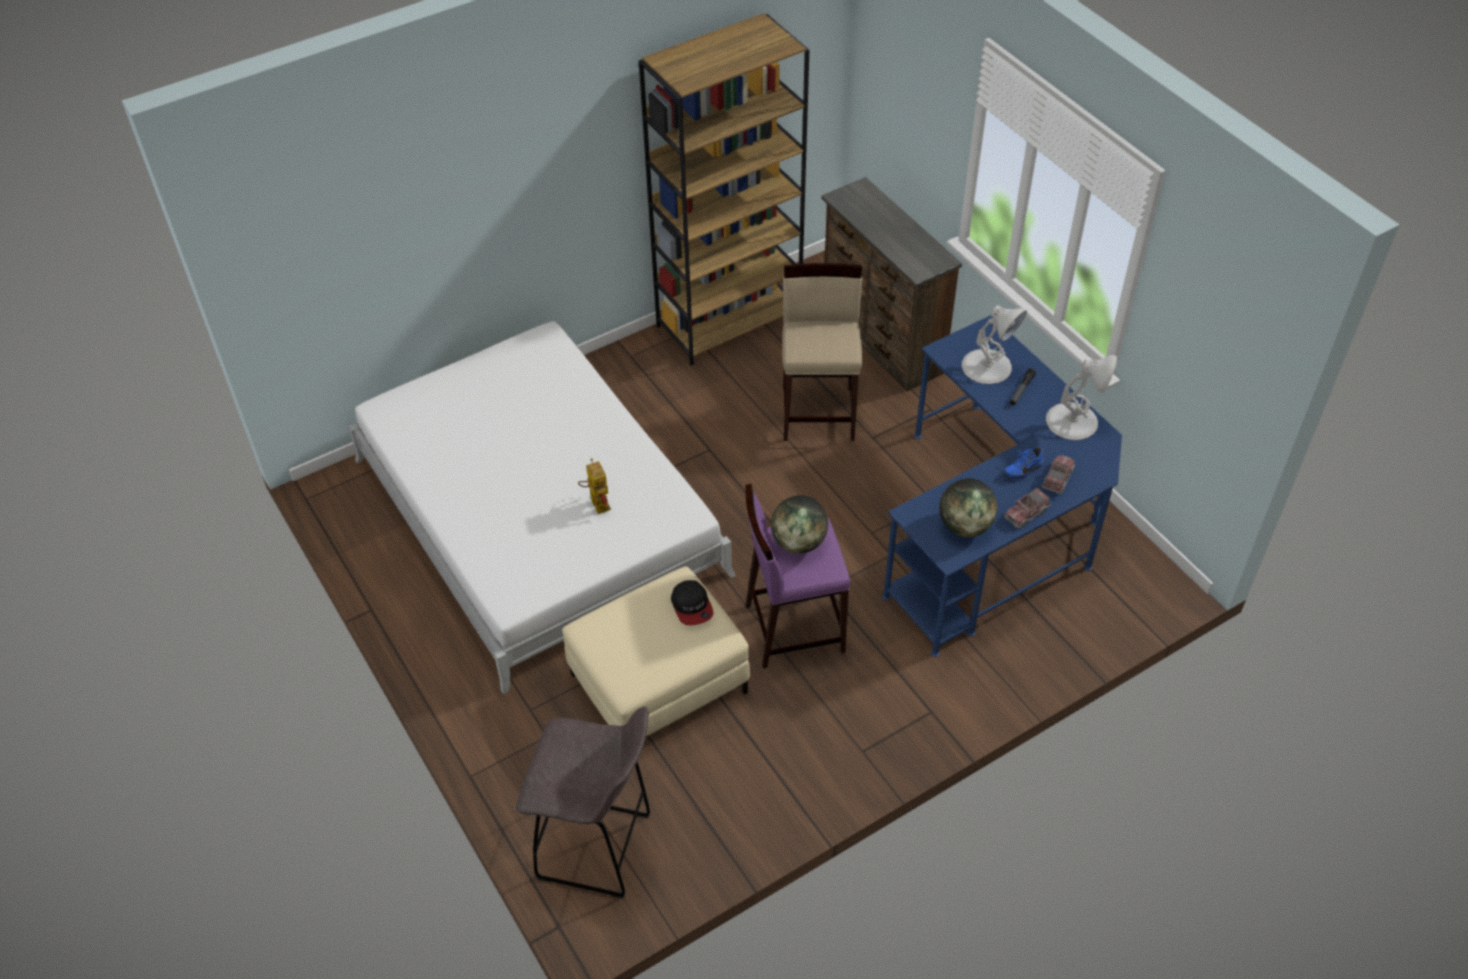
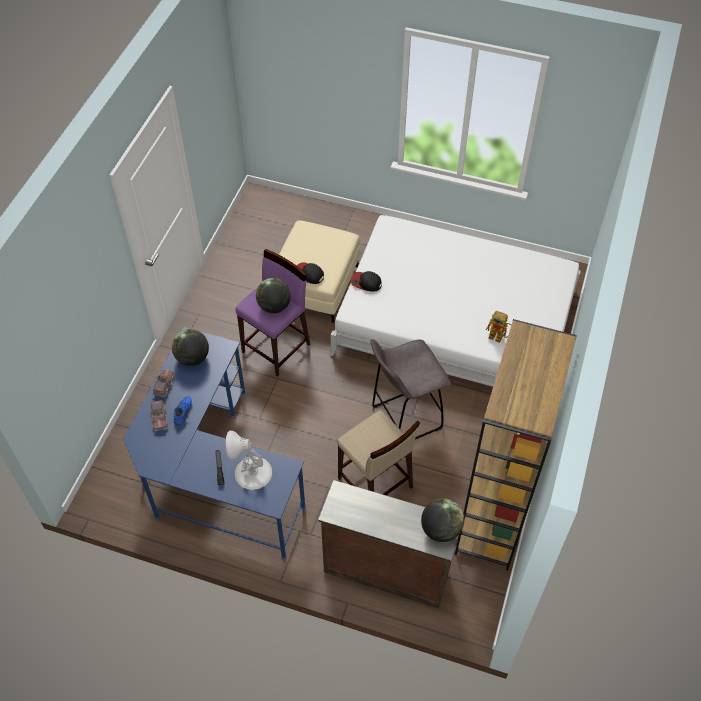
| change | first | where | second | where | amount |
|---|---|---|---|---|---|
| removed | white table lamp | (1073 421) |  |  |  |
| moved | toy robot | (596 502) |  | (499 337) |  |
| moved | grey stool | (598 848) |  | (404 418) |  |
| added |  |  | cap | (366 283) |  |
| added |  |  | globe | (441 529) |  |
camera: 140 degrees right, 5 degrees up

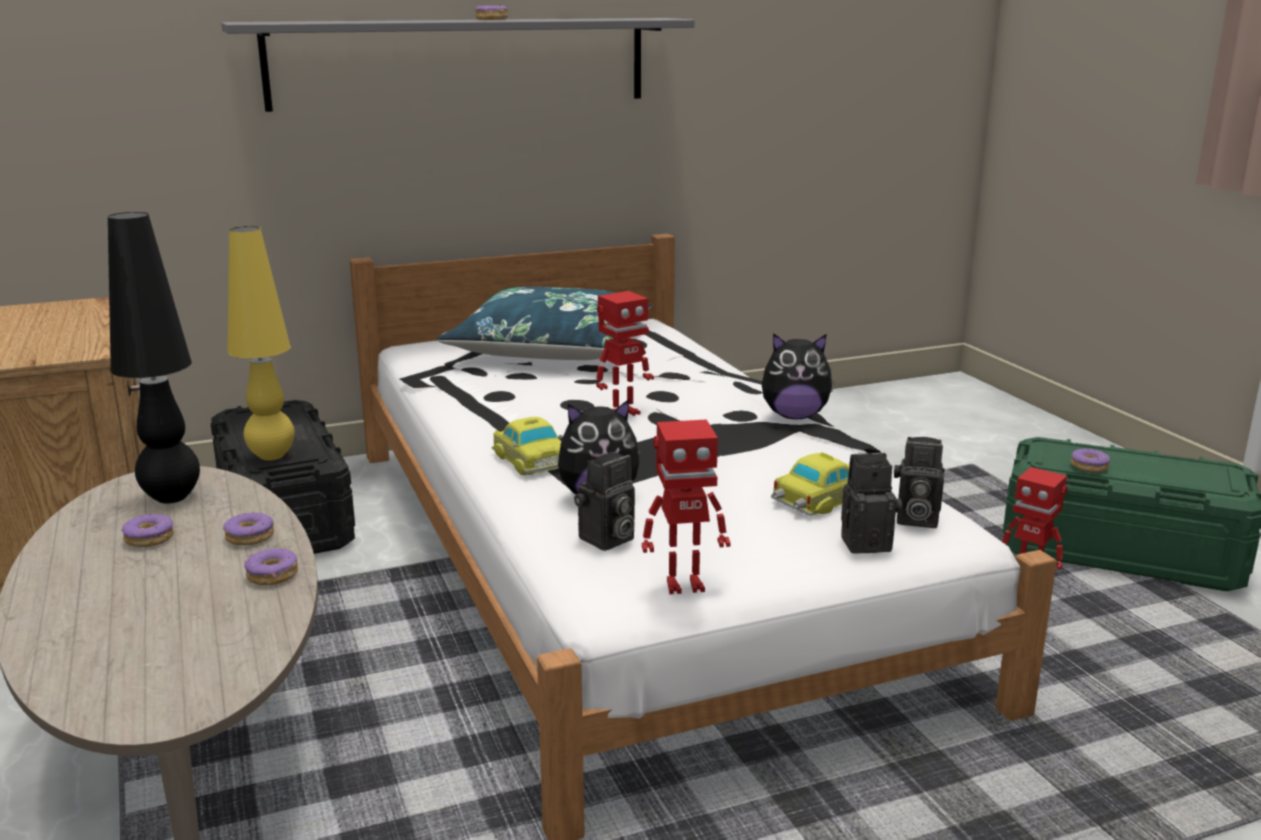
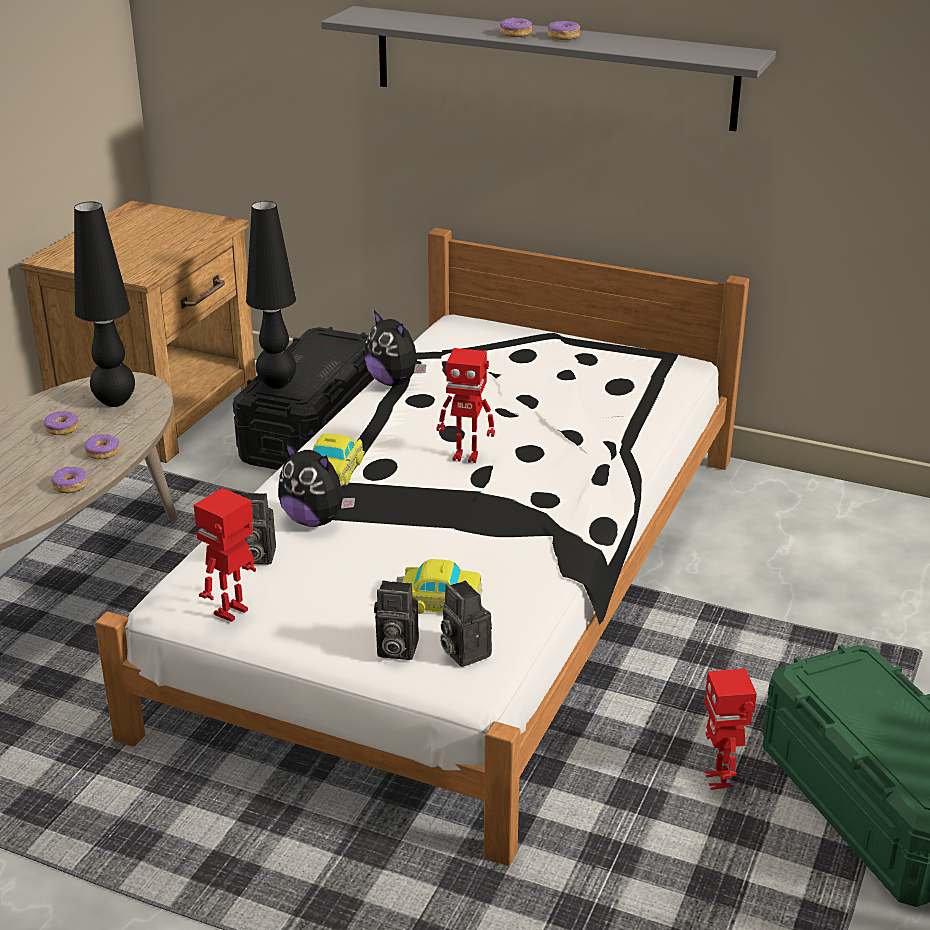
| change | first | where | second | where | amount |
|---|---|---|---|---|---|
| recoloured | yellow table lamp | (271 456) | black table lamp | (277 384) |  |
| removed | blue pillow | (550 348) |  |  |  |
| moved | plush toy | (794 416) |  | (394 382) |  |
| turned | toy robot | (684 585) |  | (233 612) | 90 degrees clockwise |
| moved | donut | (1089 467) |  | (516 34) |  |
| turned | photo camera | (867 542) |  | (394 649) | 150 degrees clockwise |
camera: 45 degrees right, 10 degrees up

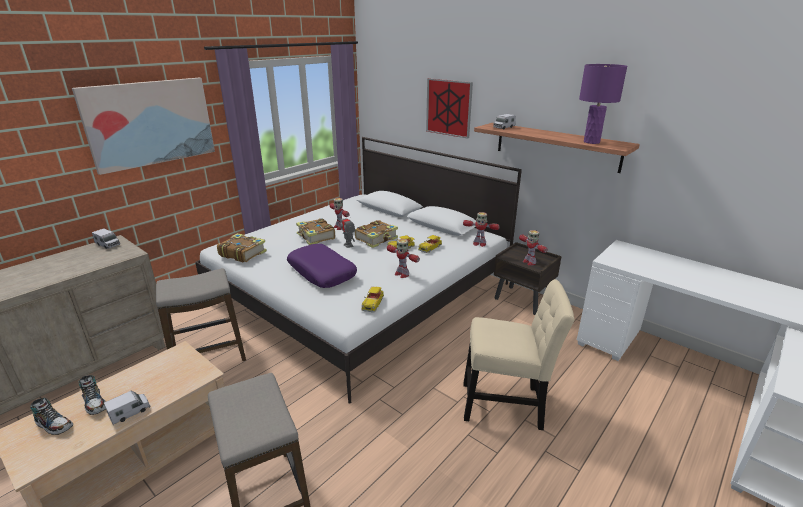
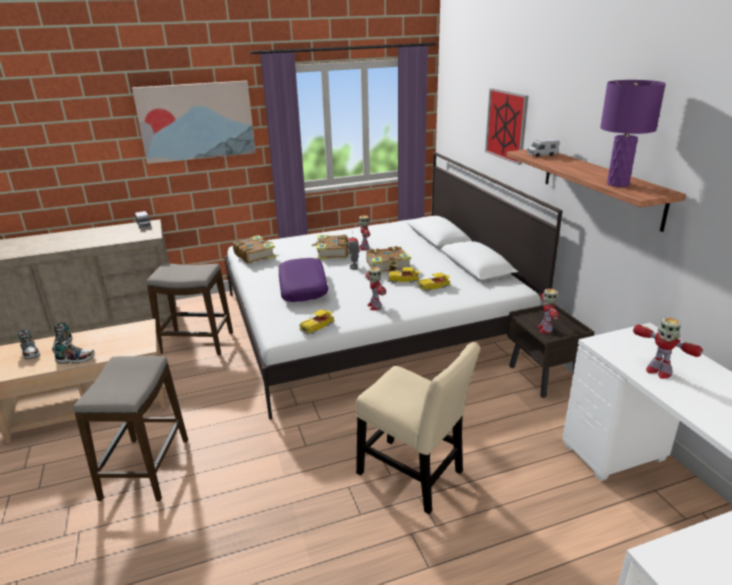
| change | first | where | second | where | amount |
|---|---|---|---|---|---|
| moved | toy robot | (479 243) |  | (658 371) |  |
| replaced | toy truck | (130 412) | shoe | (76 359) |  |
camera: 30 degrees right, 0 degrees up

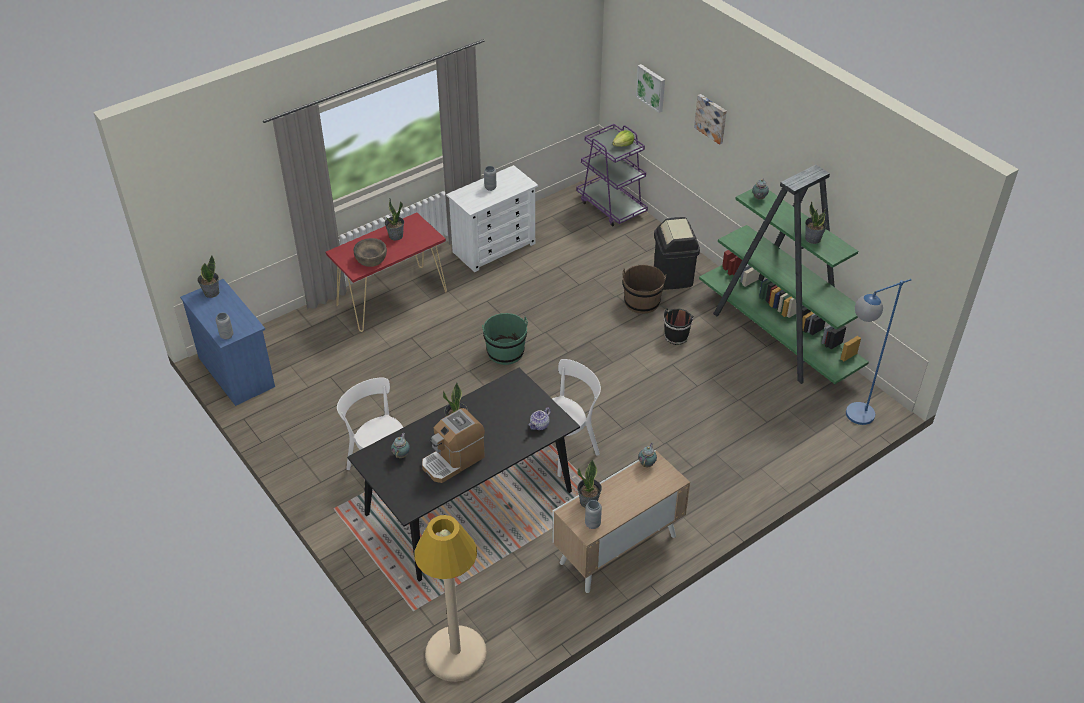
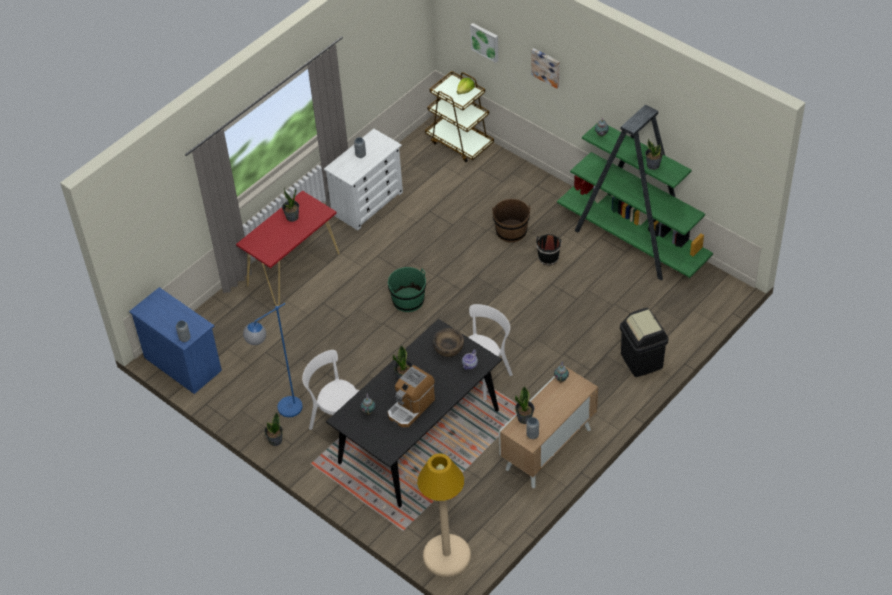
| change | first | where | second | where | amount |
|---|---|---|---|---|---|
| recoloured | purple cart | (611 206) | brown cart | (460 142) |  |
| moved | black trash can | (673 277) |  | (642 360) |  |
| moved | brown bowl | (371 259) |  | (448 348) |  |
| moved | potted plant | (211 292) |  | (275 440) |  |
| moved | blue floor lamp | (851 417) |  | (282 412) |  |
camera: 10 degrees left, 5 degrees up

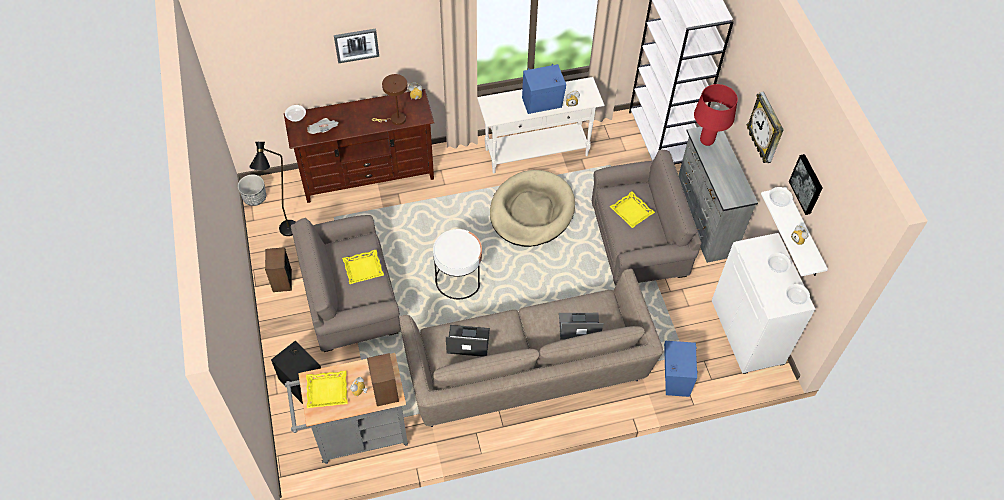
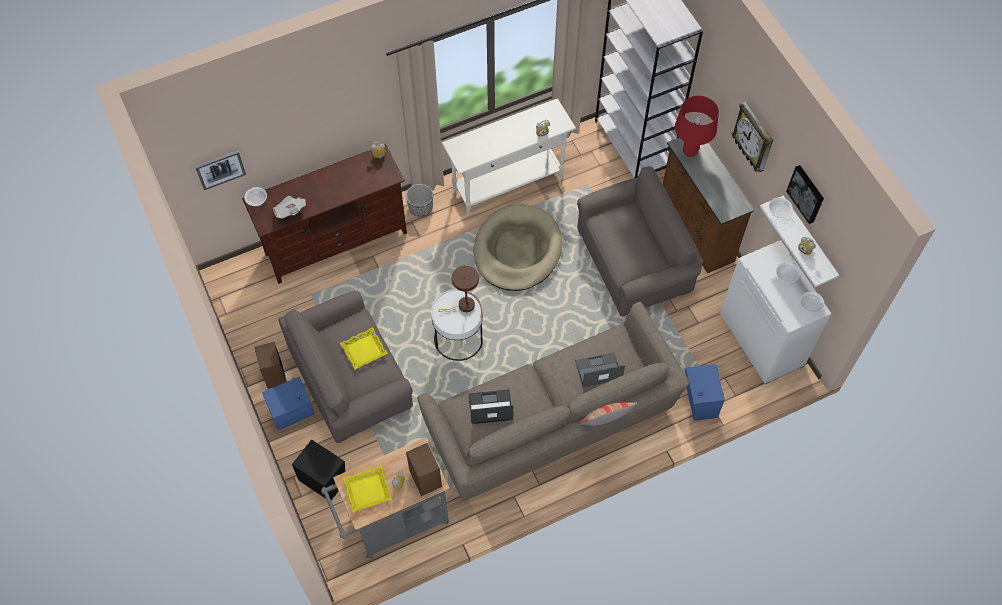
| change | first | where | second | where | amount |
|---|---|---|---|---|---|
| moved | picture | (356 45) |  | (220 169) |  |
| moved | blue speaker | (543 104) |  | (293 414) |  |
| moved | brown table lamp | (395 120) |  | (463 306) |  |
| recoloured | grey dresser | (703 222) | brown dresser | (695 230) |  |
| removed | black floor lamp | (287 234) |  |  |  |
| moved | planter | (254 198) |  | (420 208) |  |
| removed | yellow tray | (631 211) |  |  |  |
| added |  |  | pillow | (605 422) |  |
camera: 10 degrees left, 5 degrees up

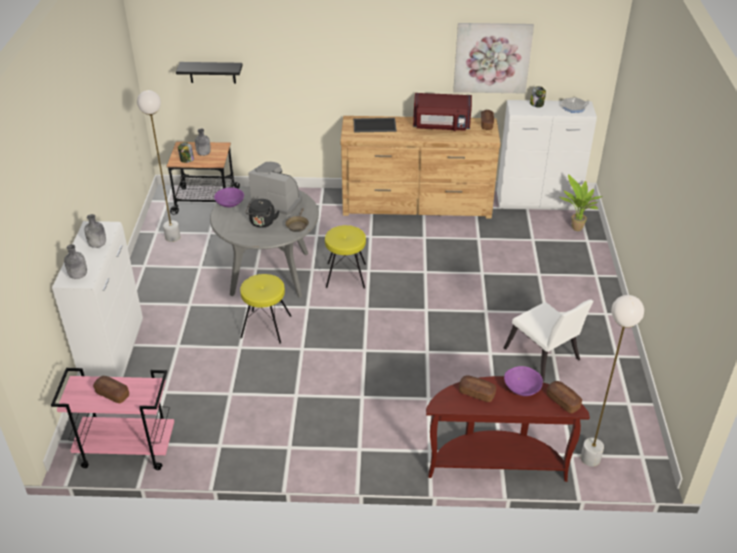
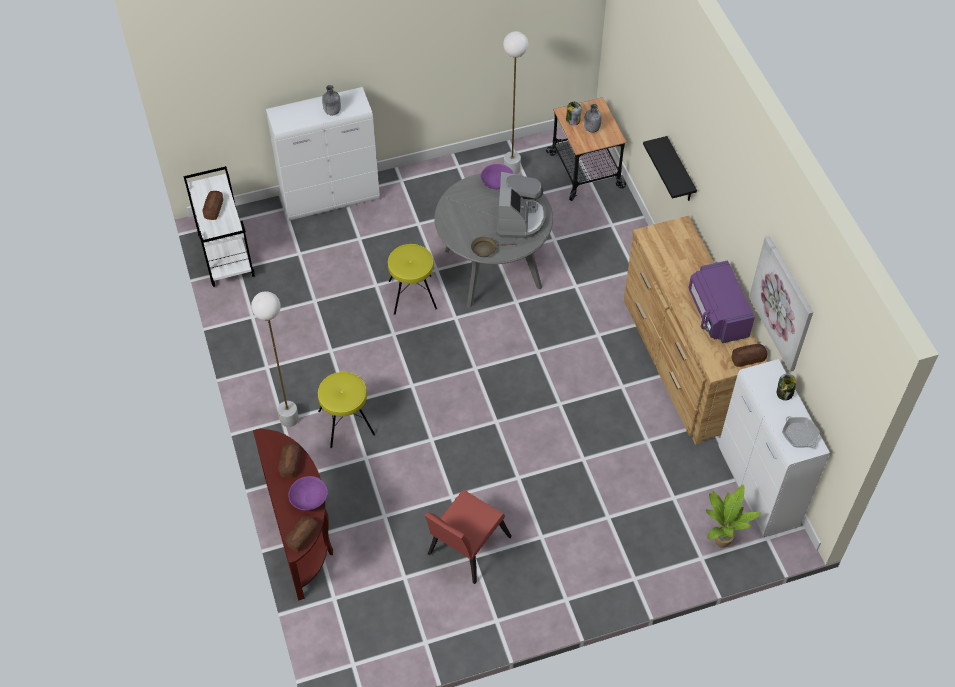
| change | first | where | second | where | amount |
|---|---|---|---|---|---|
| moved | black shelf | (212 72) |  | (680 171) |  |
| recoloured | red microwave | (441 126) | purple microwave | (717 314) |  |
| removed | tray | (375 125) |  |  |  |
| removed | black kettle | (262 223) |  |  |  |
| moved | yellow stool | (346 275) |  | (346 423) |  |
| removed | grey bottle | (78 276) |  |  |  |
| moved | white floor lamp | (590 458) |  | (289 419) |  |
| recoloured | white chair | (544 357) | red chair | (465 548) |  |
| recoloured | pink cart | (126 450) | white cart | (225 256) |  |
camera: 70 degrees right, 15 degrees up

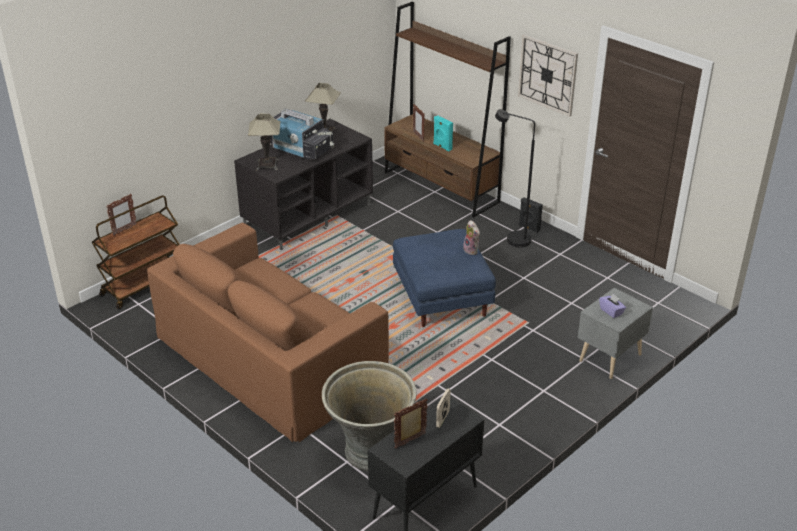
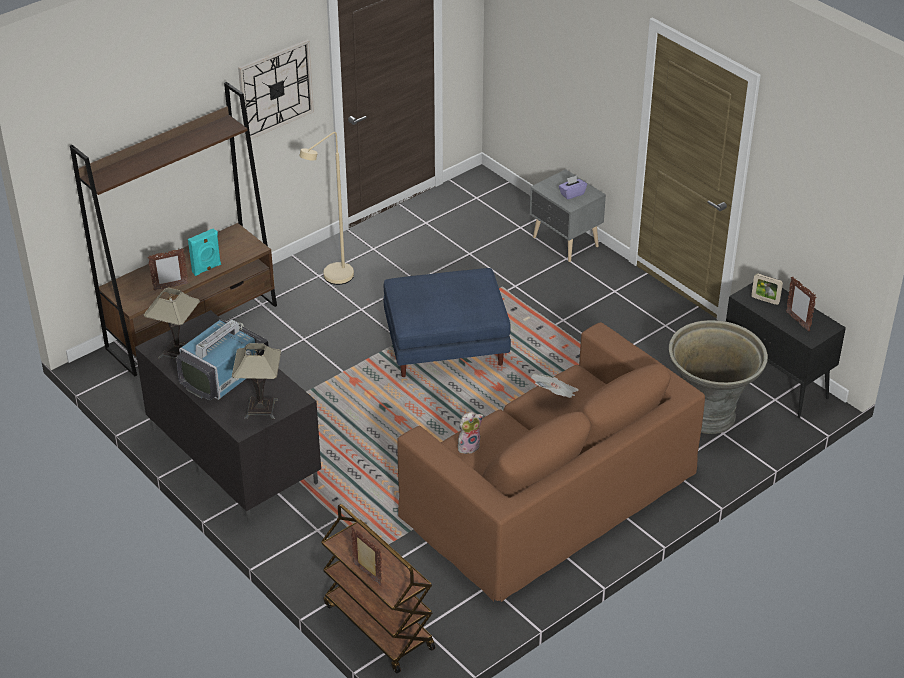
| change | first | where | second | where | amount |
|---|---|---|---|---|---|
| recoloured | black floor lamp | (512 238) | beige floor lamp | (333 280) |  |
| removed | black speaker | (529 228) |  |  |  |
| moved | plush toy | (472 250) |  | (468 446) |  |
| added |  |  | newspaper | (555 395) |  |
camera: 85 degrees left, 5 degrees up

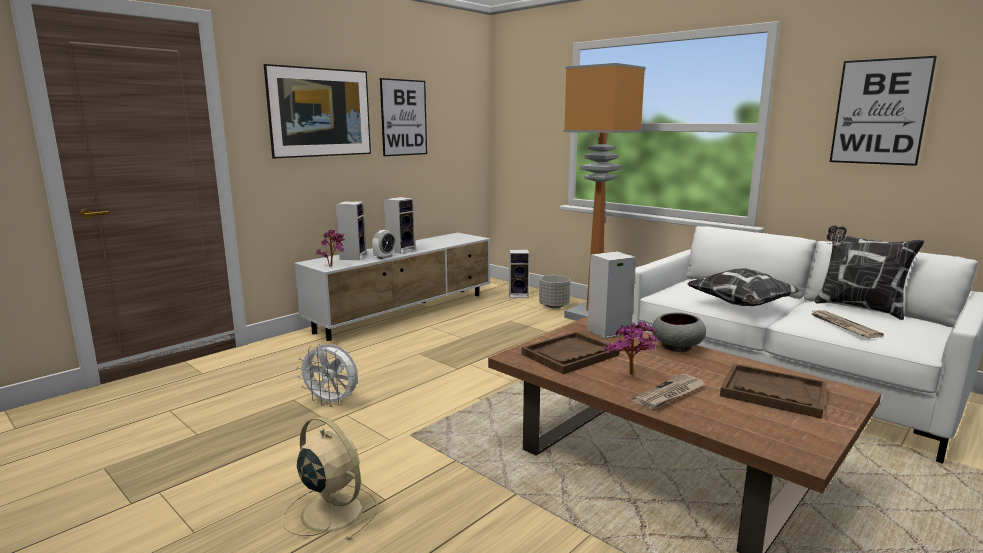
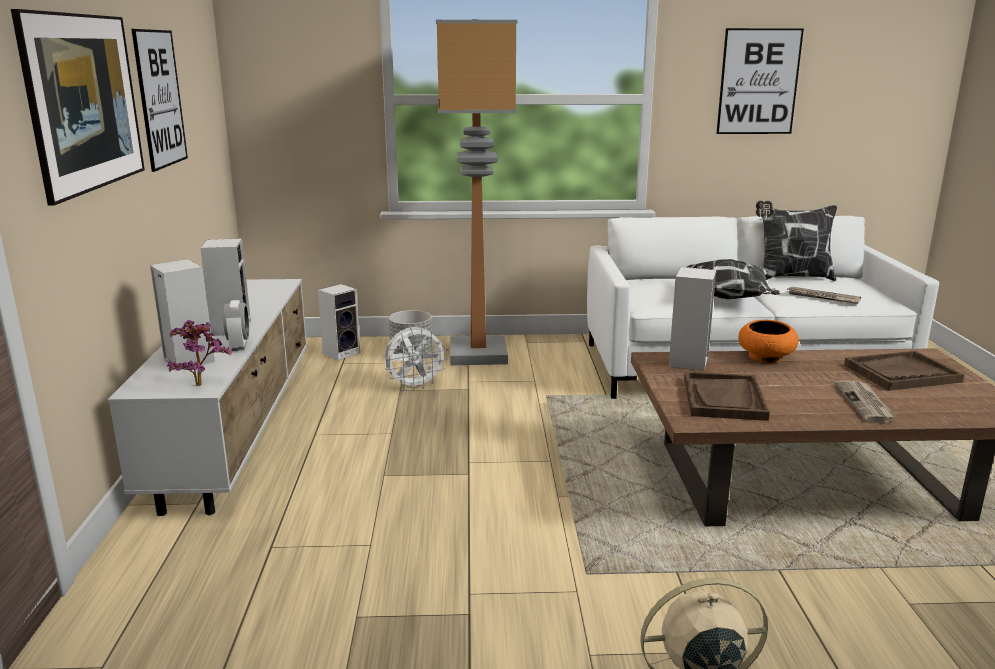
| change | first | where | second | where | amount |
|---|---|---|---|---|---|
| recoloured | grey bowl | (676 347) | orange bowl | (766 358) |  |
| removed | potted plant | (632 376) |  |  |  |
| moved | white fan | (332 402) |  | (415 386) |  |
camera: 45 degrees left, 5 degrees up

